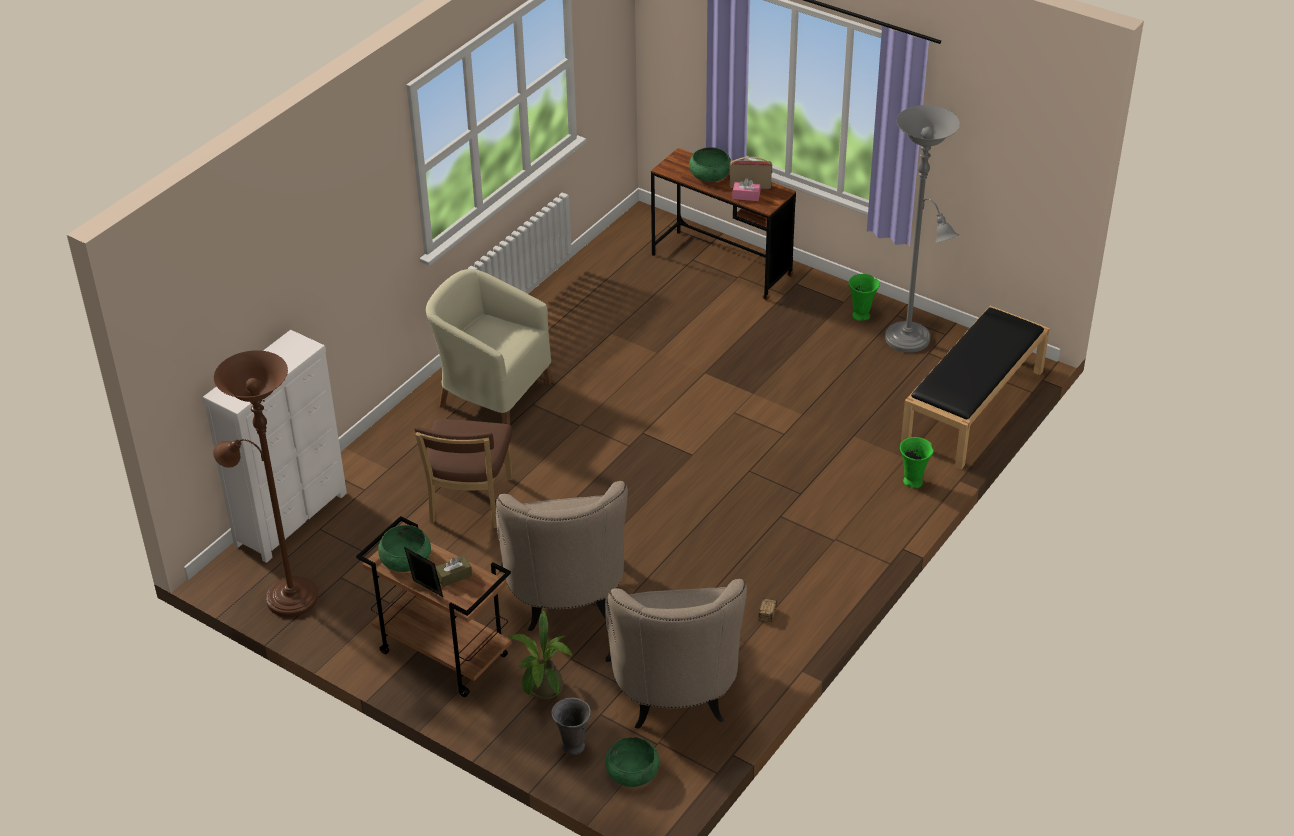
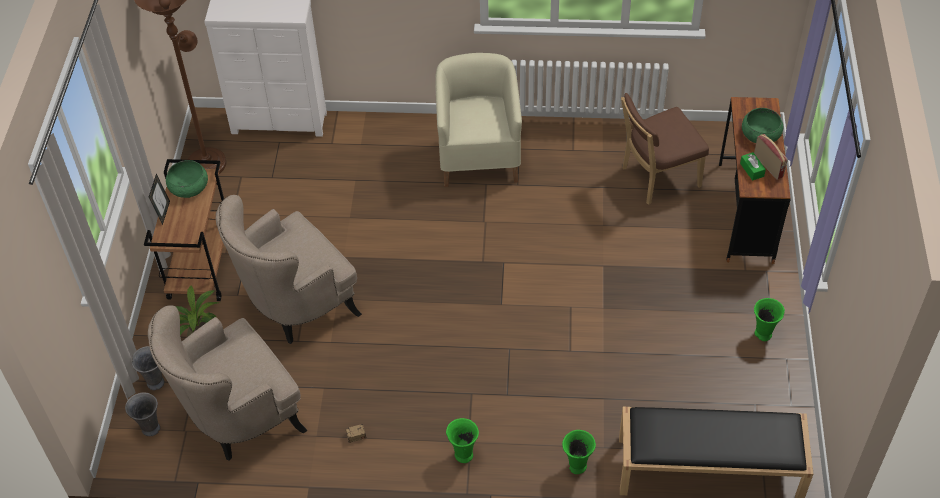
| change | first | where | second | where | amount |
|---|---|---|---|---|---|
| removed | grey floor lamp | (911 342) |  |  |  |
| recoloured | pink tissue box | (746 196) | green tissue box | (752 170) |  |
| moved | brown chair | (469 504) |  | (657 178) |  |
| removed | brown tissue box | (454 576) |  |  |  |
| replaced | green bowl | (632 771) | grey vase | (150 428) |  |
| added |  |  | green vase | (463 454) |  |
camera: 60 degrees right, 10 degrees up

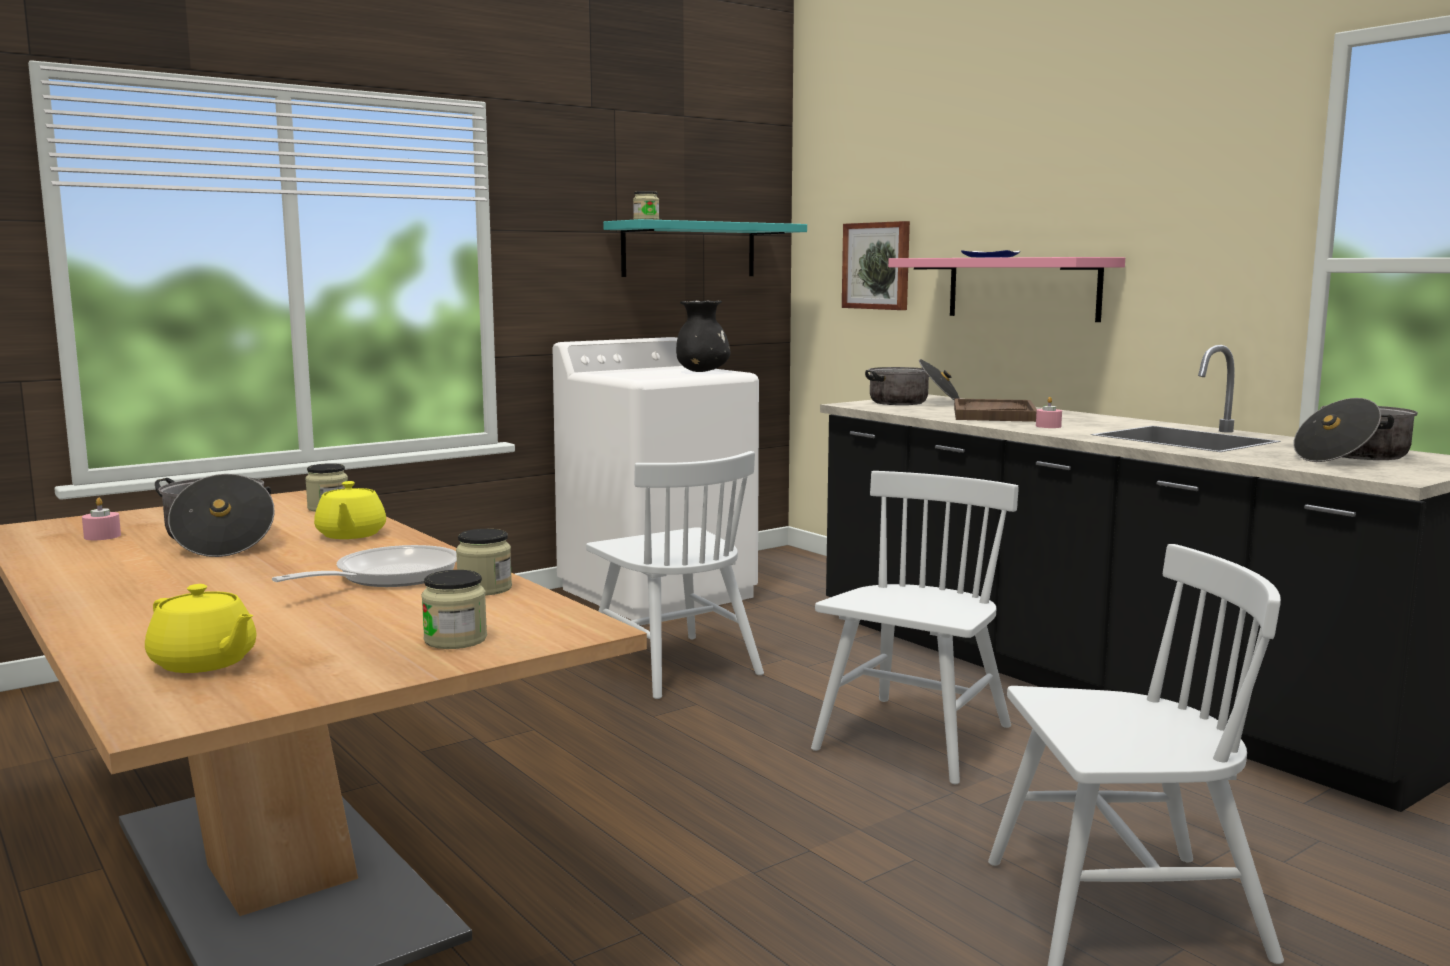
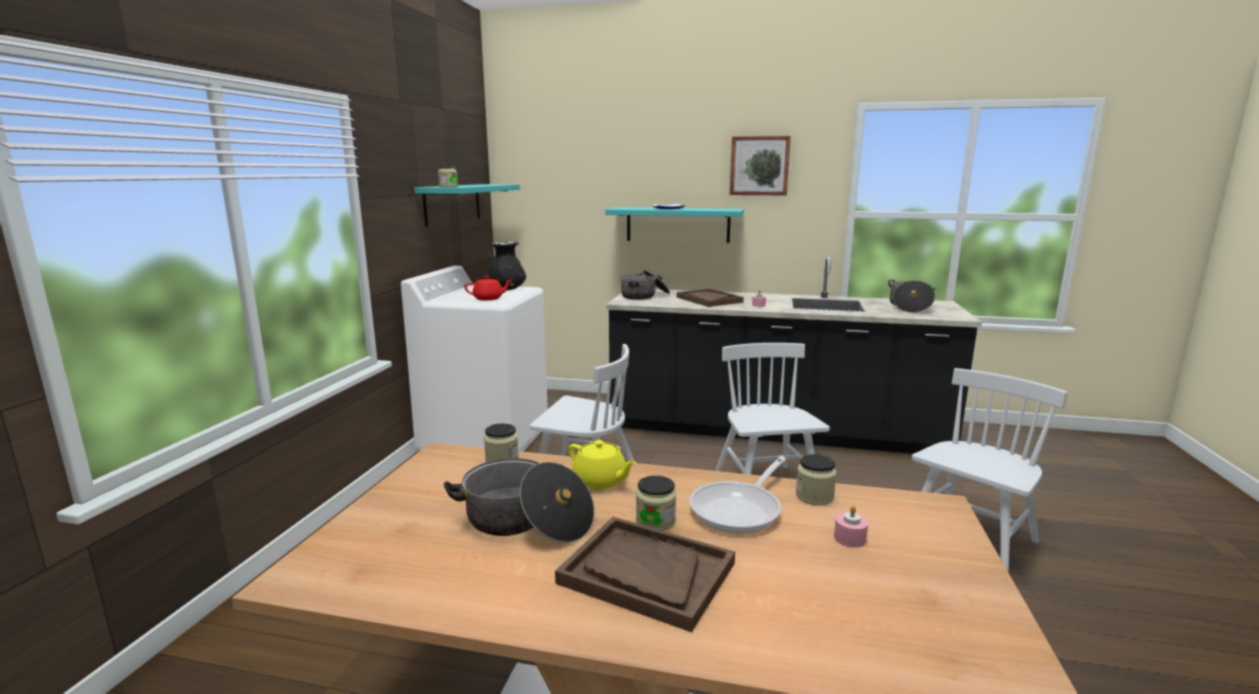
| change | first | where | second | where | amount |
|---|---|---|---|---|---|
| moved | picture | (877 266) |  | (759 166) |  |
| recoloured | pink shelf | (1022 288) | turquoise shelf | (677 224) |  |
| moved | pink candle | (102 536) |  | (849 538) |  |
| turned | frying pan | (388 577) |  | (740 509) | 135 degrees counterclockwise |
| moved | jar | (455 640) |  | (655 521) |  |
| removed | yellow teapot | (204 663) |  |  |  |
| added |  |  | red teapot | (489 299) |  |
| added |  |  | brown tray | (646 573) |  |
camera: 40 degrees left, 5 degrees up

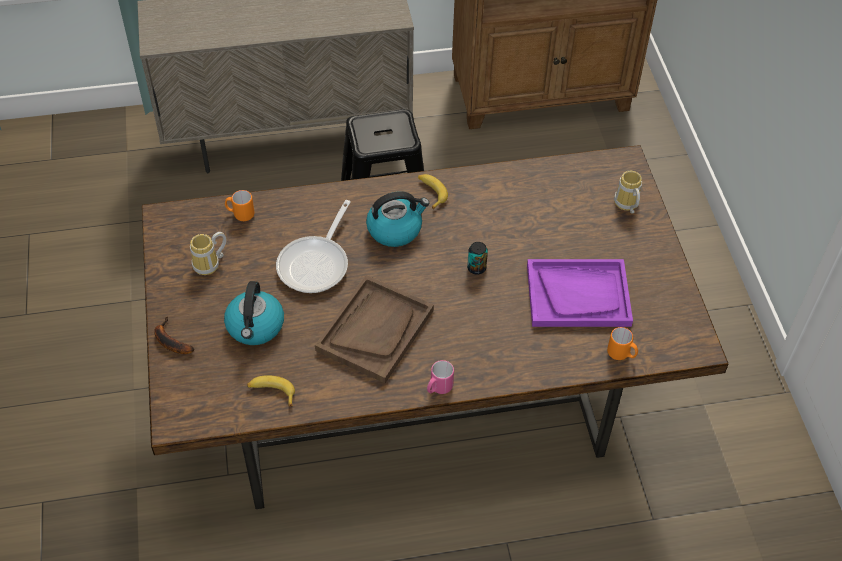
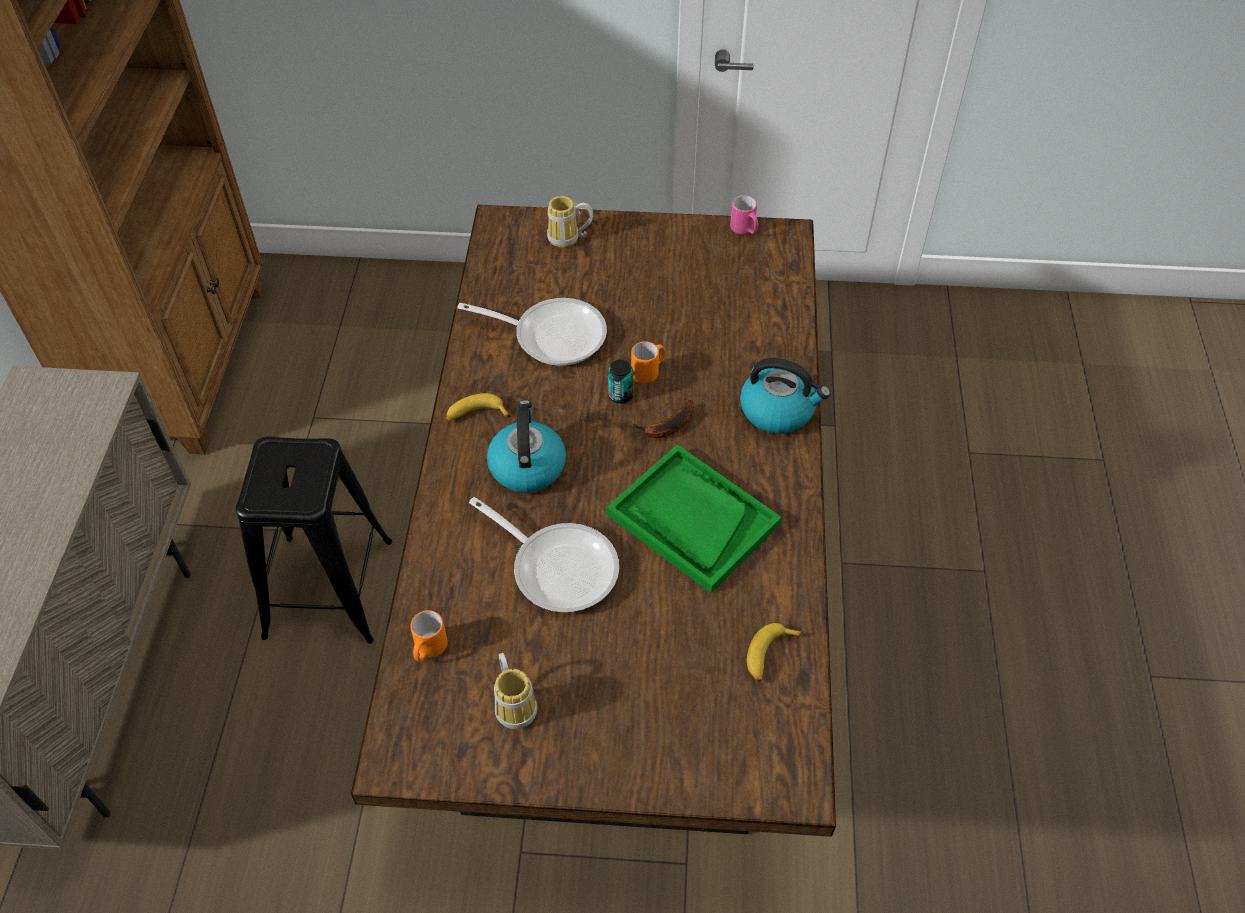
| change | first | where | second | where | amount |
|---|---|---|---|---|---|
| removed | purple tray | (578 295) |  |  |  |
| recoloured | brown tray | (375 330) | green tray | (692 519) |  |
| moved | kettle | (255 327) |  | (778 410) |  |
| moved | banana | (170 341) |  | (667 427) |  |
| moved | orange mug | (621 354) |  | (648 372) |  |
| moved | pink mug | (438 388) |  | (745 230) |  |
| added |  |  | frying pan | (552 335) |  |
camera: 75 degrees left, 0 degrees up

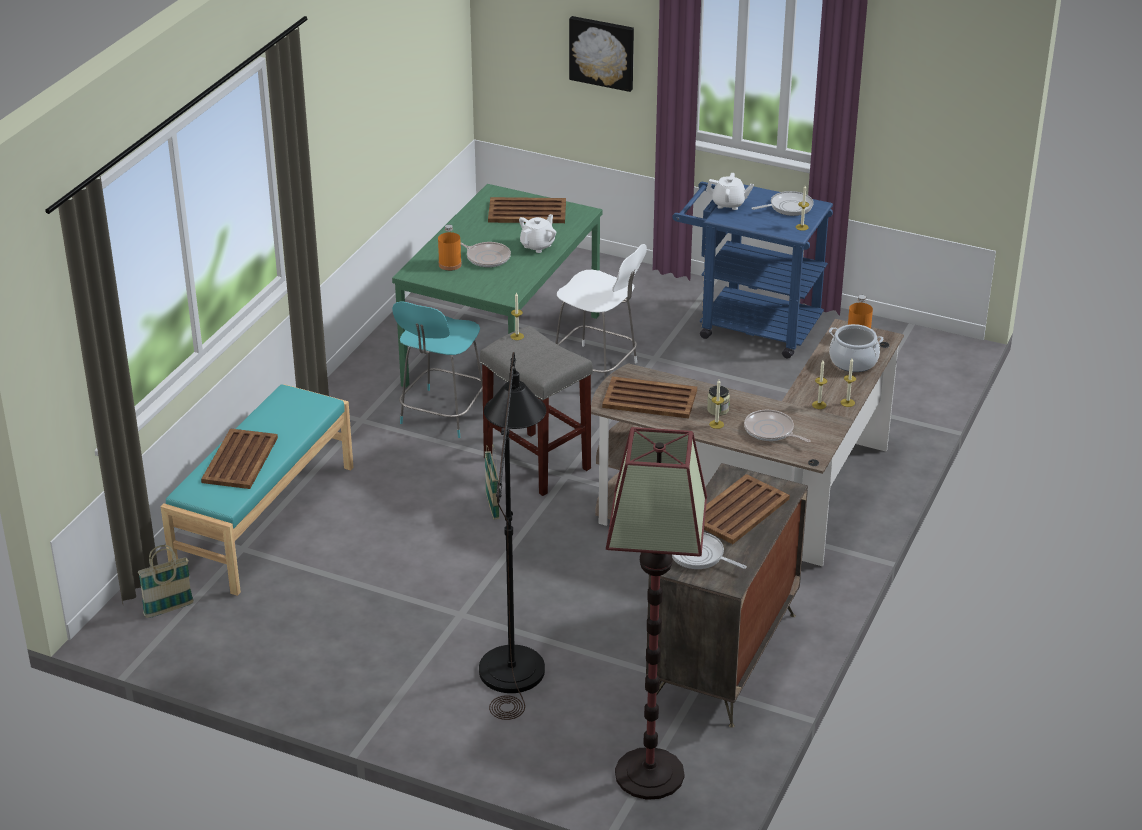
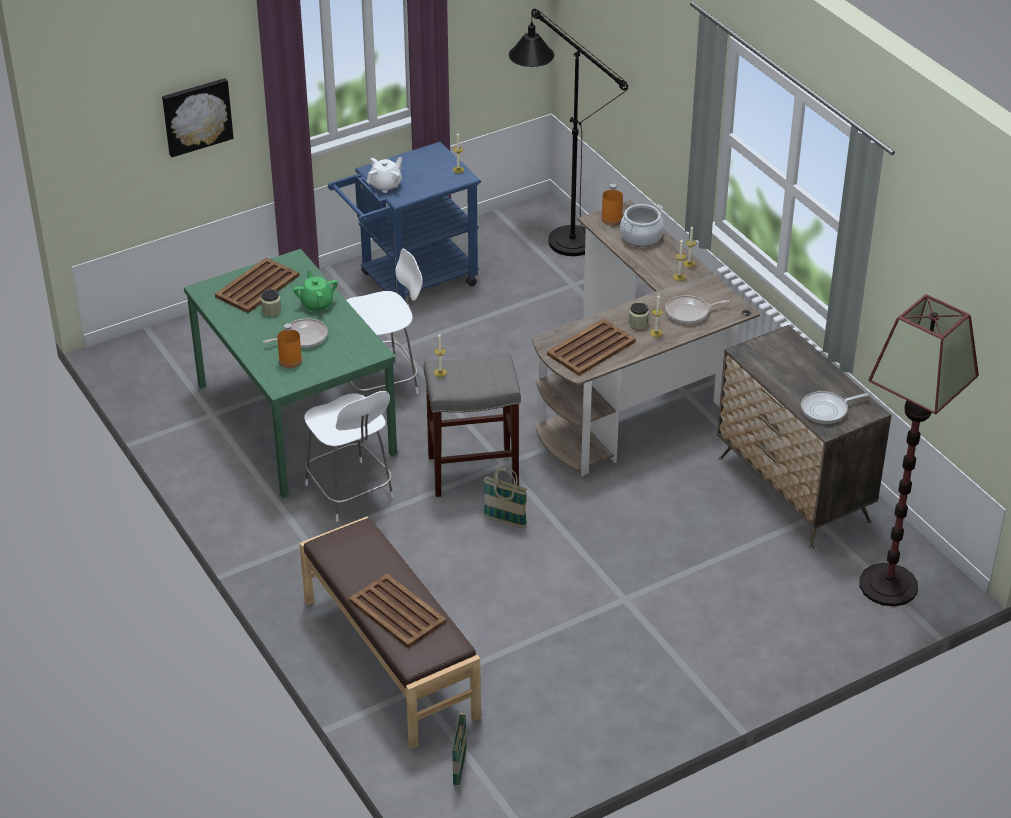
| change | first | where | second | where | amount |
|---|---|---|---|---|---|
| removed | frying pan | (788 207) |  |  |  |
| recoloured | white teapot | (537 245) | green teapot | (317 304) |  |
| recoloured | turquoise chair | (441 415) | white chair | (351 493) |  |
| moved | black floor lamp | (514 657) |  | (561 236) |  |
| recoloured | turquoise bench | (263 519) | brown bench | (389 659) |  |
| removed | brown tray | (738 511) |  |  |  |
| added |  |  | jar | (271 310) |  |
camera: 55 degrees left, 5 degrees up

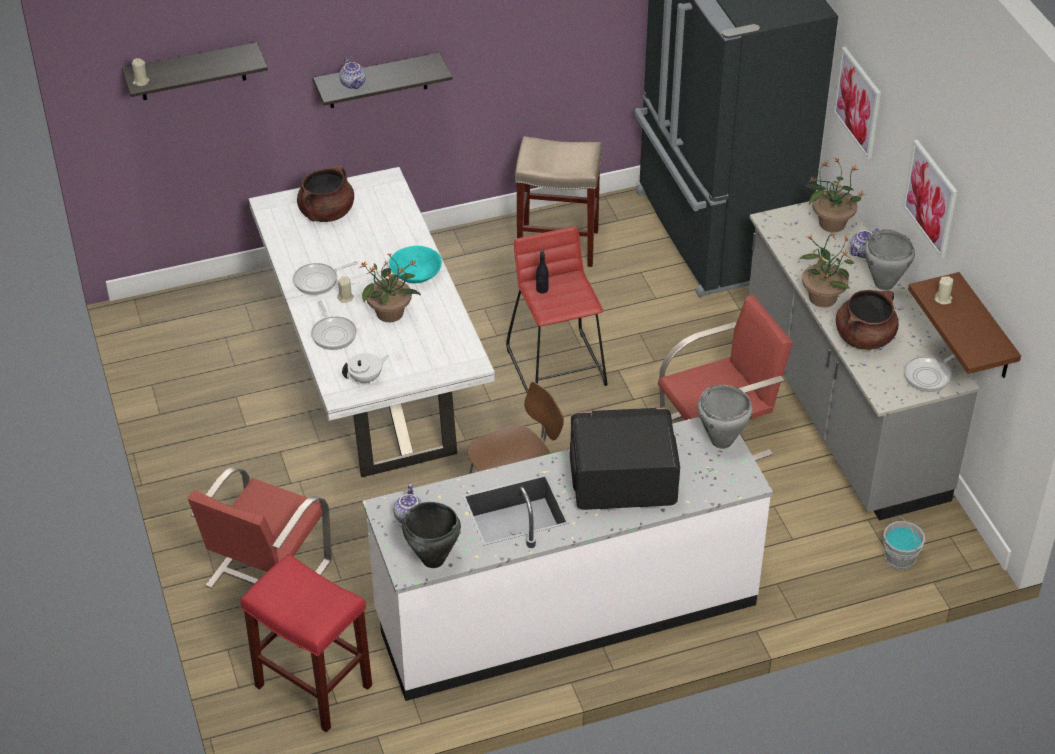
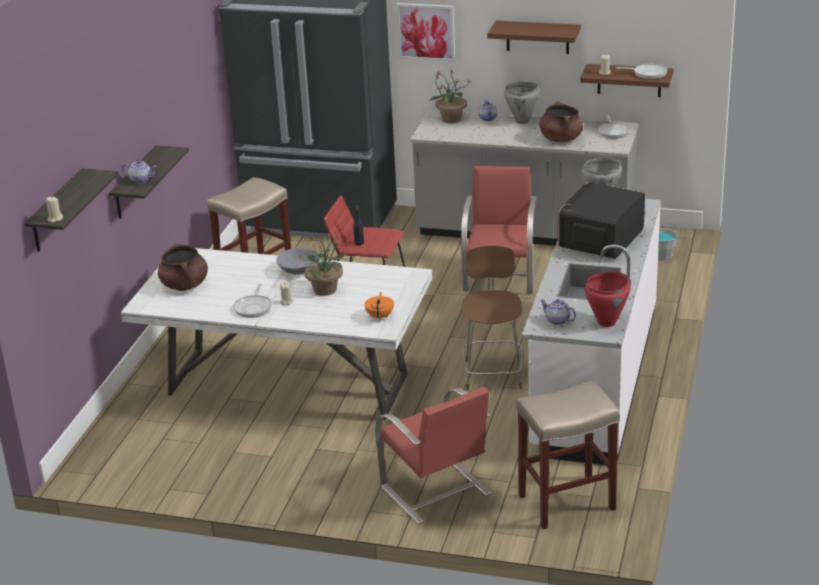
| change | first | where | second | where | amount |
|---|---|---|---|---|---|
| replaced | picture | (931 198) | brown shelf | (537 37) |  |
| removed | potted plant | (822 297) |  |  |  |
| recoloured | turquoise bowl | (416 275) | grey bowl | (299 270) |  |
| moved | frying pan | (333 333) |  | (648 73) |  |
| recoloured | white teapot | (366 378) | orange teapot | (380 316) |  |
| recoloured | black cooking pot | (433 560) | red cooking pot | (607 322) |  |
| recoloured | red stool | (312 686) | beige stool | (565 503) |  |
camera: 55 degrees left, 15 degrees down

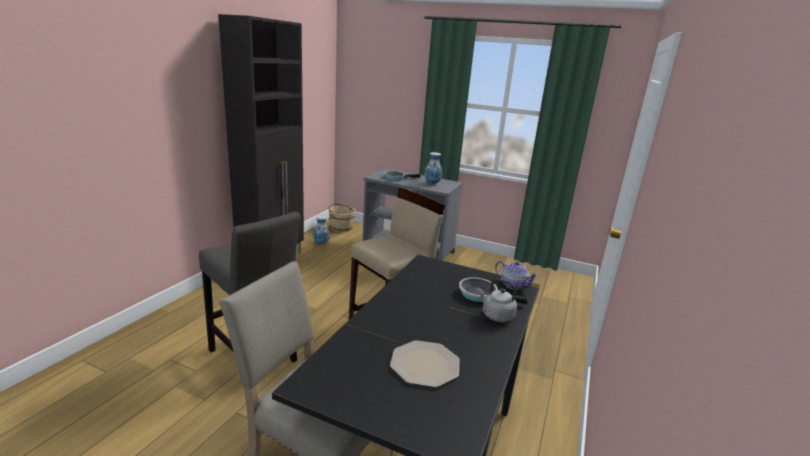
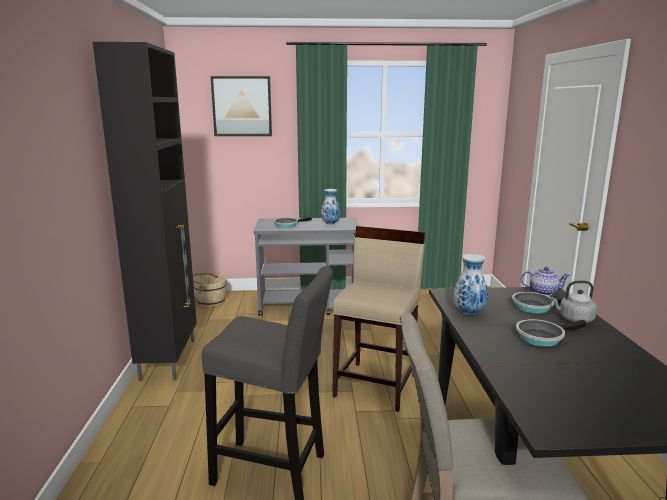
| change | first | where | second | where | amount |
|---|---|---|---|---|---|
| moved | vase | (321 243) |  | (469 312) |  |
| removed | plate | (425 364) |  |  |  |
| added |  |  | picture | (242 106) |  |
| added |  |  | frying pan | (542 337) |  |
camera: 25 degrees left, 5 degrees down

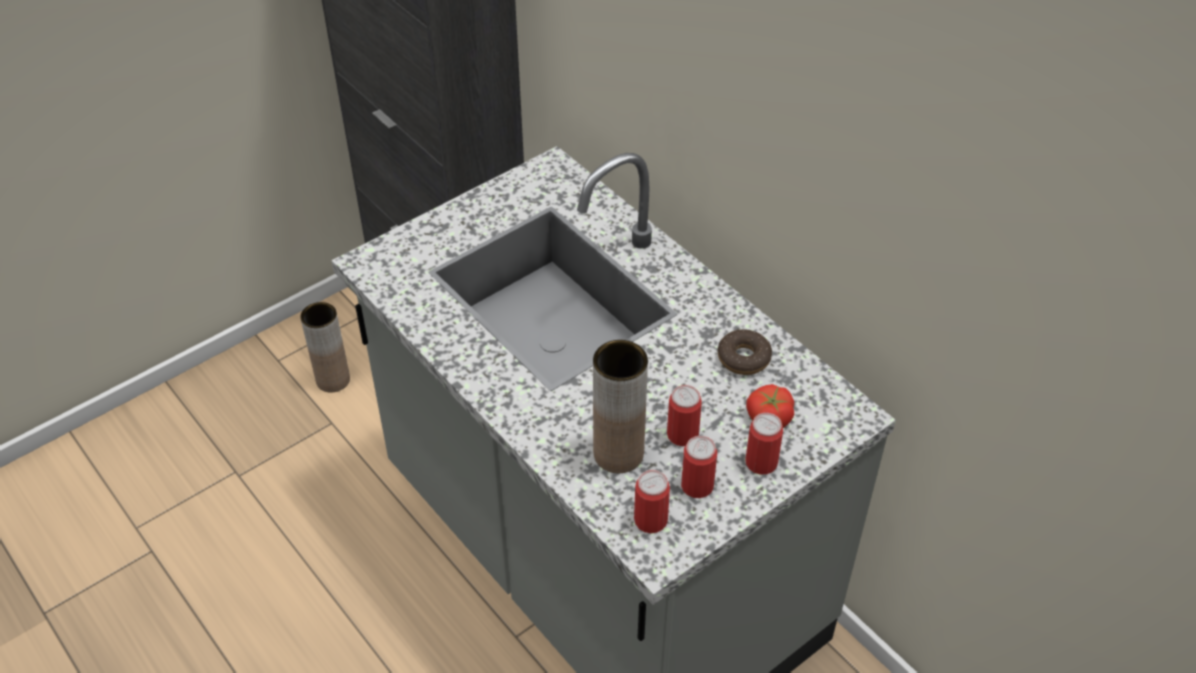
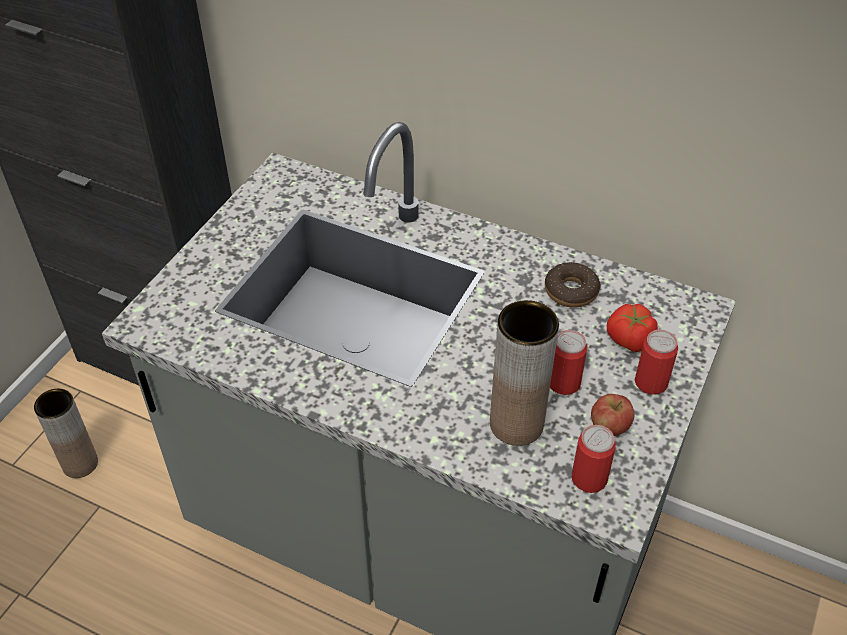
| change | first | where | second | where | amount |
|---|---|---|---|---|---|
| replaced | can | (697 486) | apple | (609 427) |  |
camera: 25 degrees left, 0 degrees up

